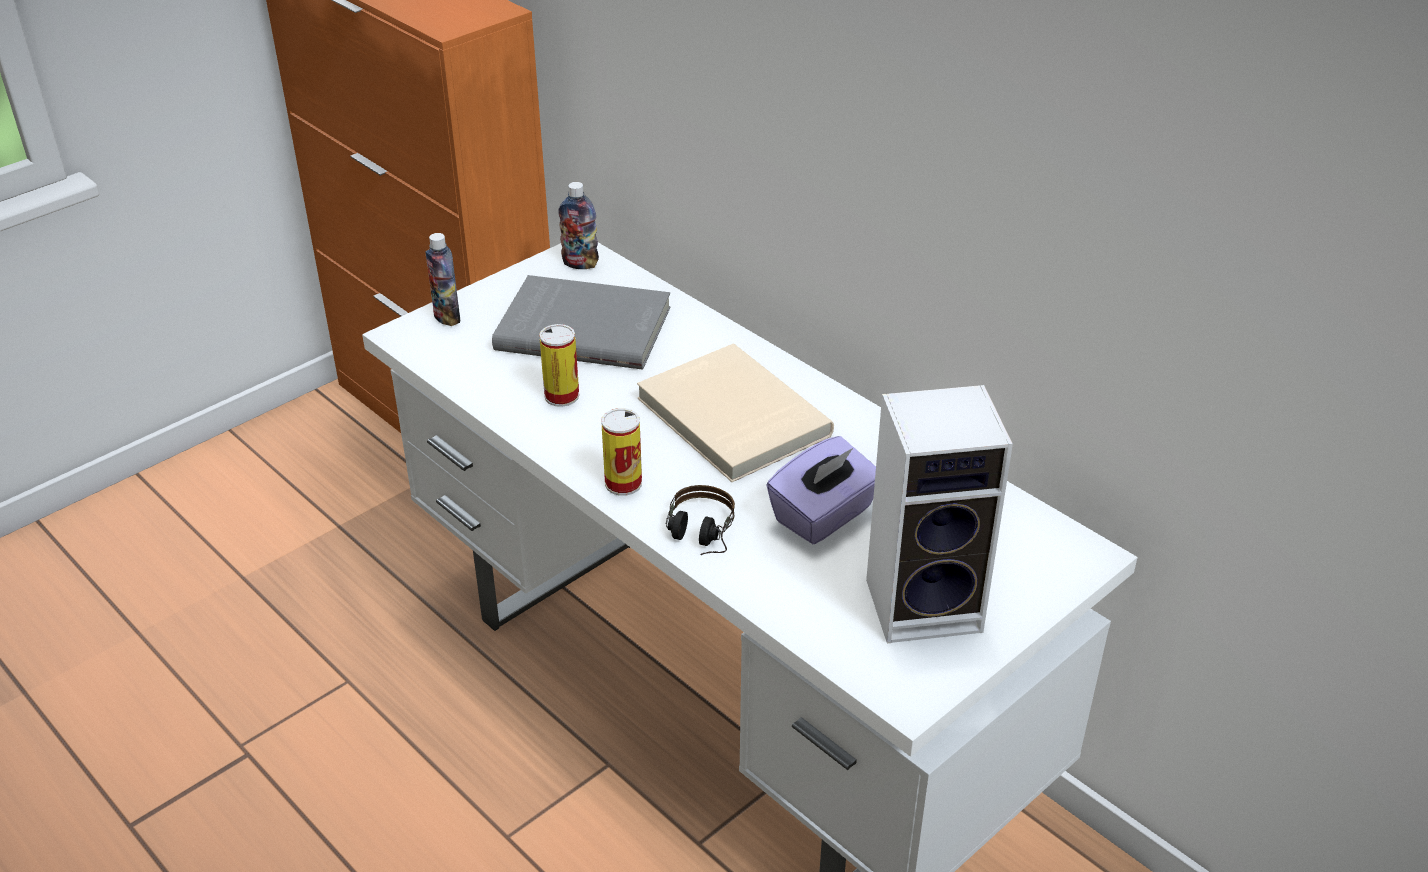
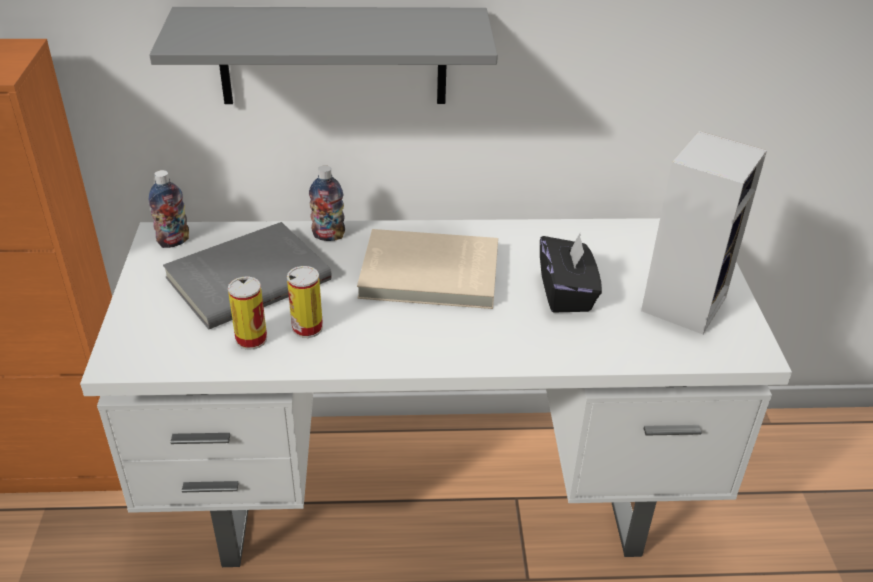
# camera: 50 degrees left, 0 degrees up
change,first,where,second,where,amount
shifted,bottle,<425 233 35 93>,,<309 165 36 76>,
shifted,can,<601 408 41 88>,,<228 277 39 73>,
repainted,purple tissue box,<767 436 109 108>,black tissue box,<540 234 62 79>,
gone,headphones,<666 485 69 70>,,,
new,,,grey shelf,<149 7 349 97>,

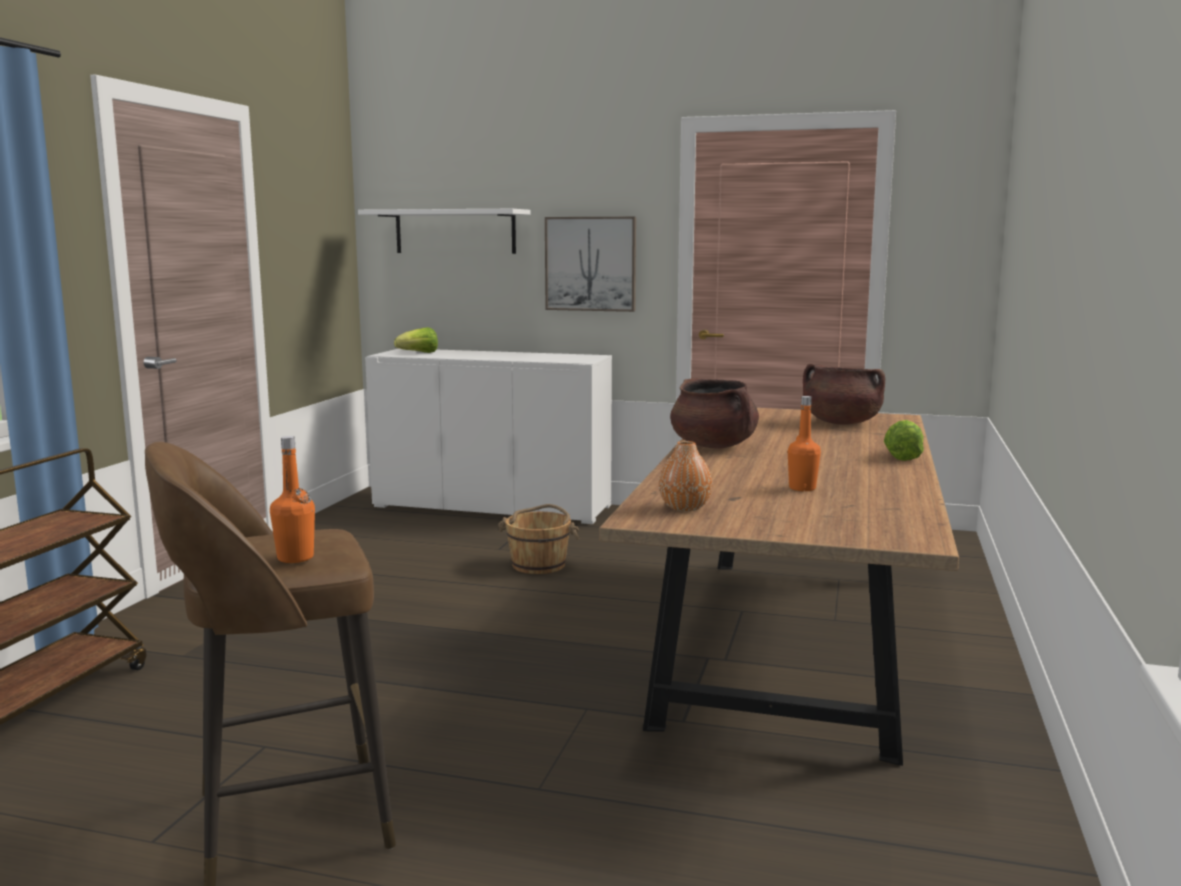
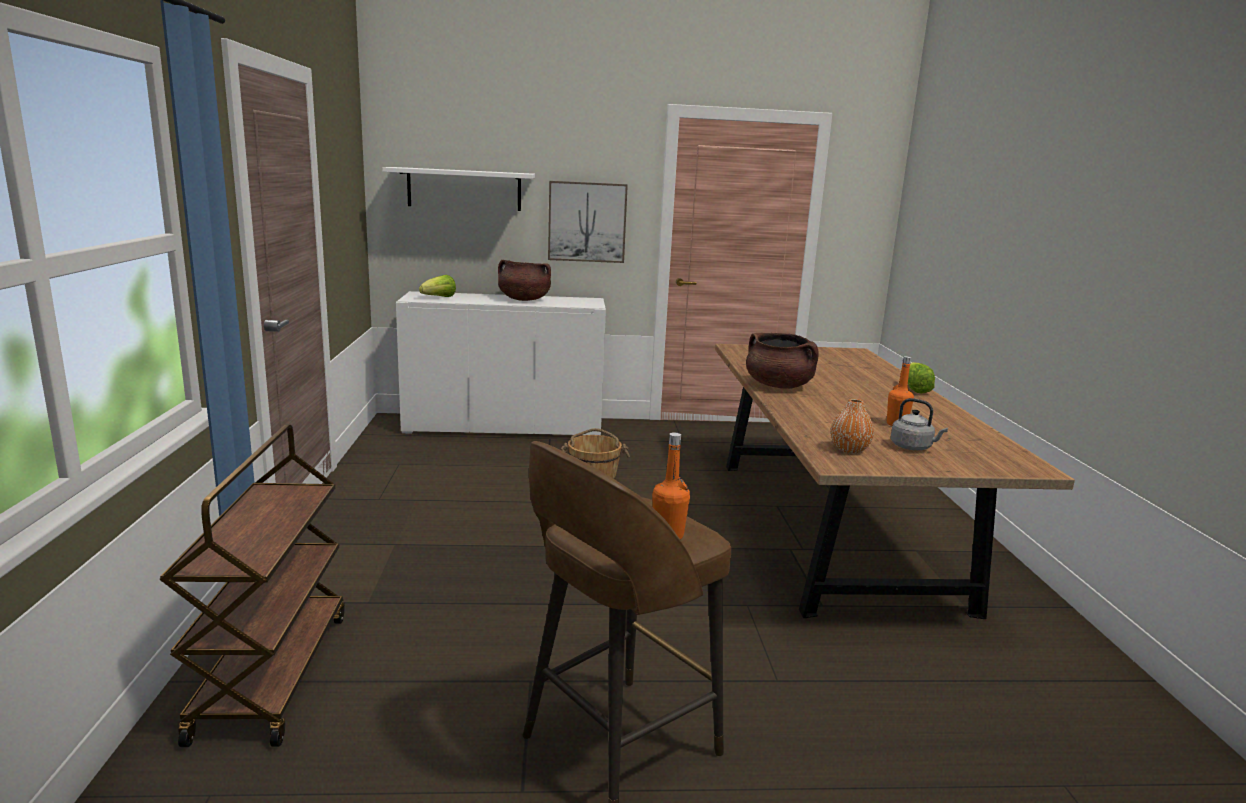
# camera: 20 degrees left, 5 degrees up
change,first,where,second,where,amount
shifted,brown cooking pot,<803 364 82 61>,,<498 260 53 41>,
new,,,grey kettle,<891 398 57 52>,

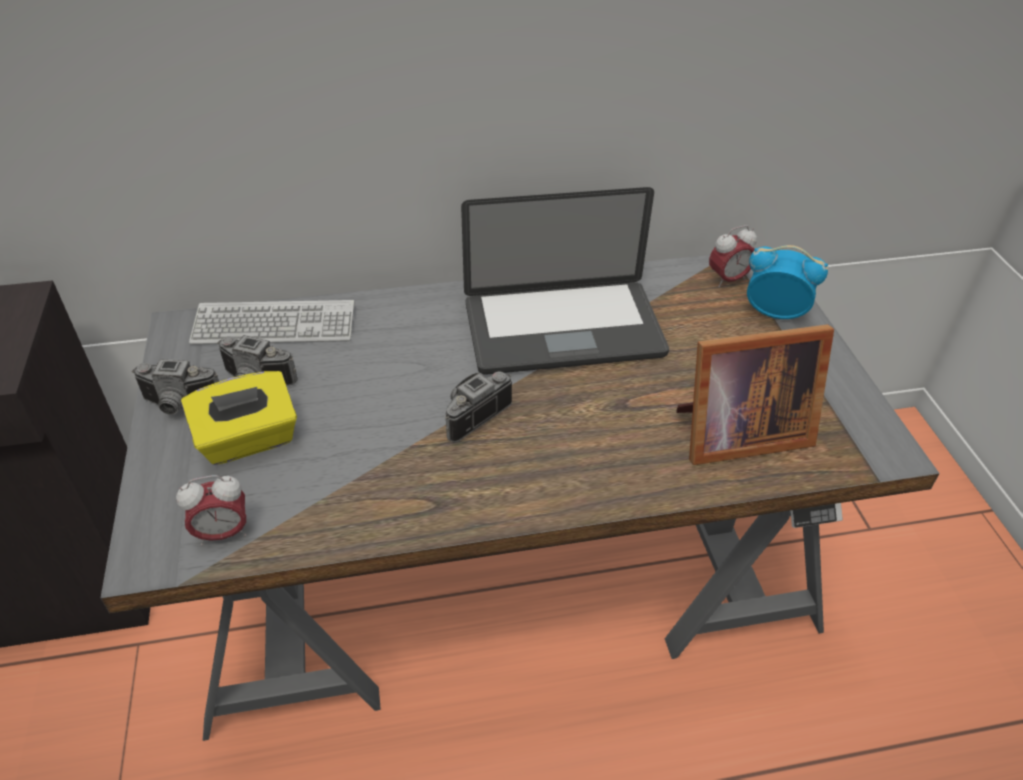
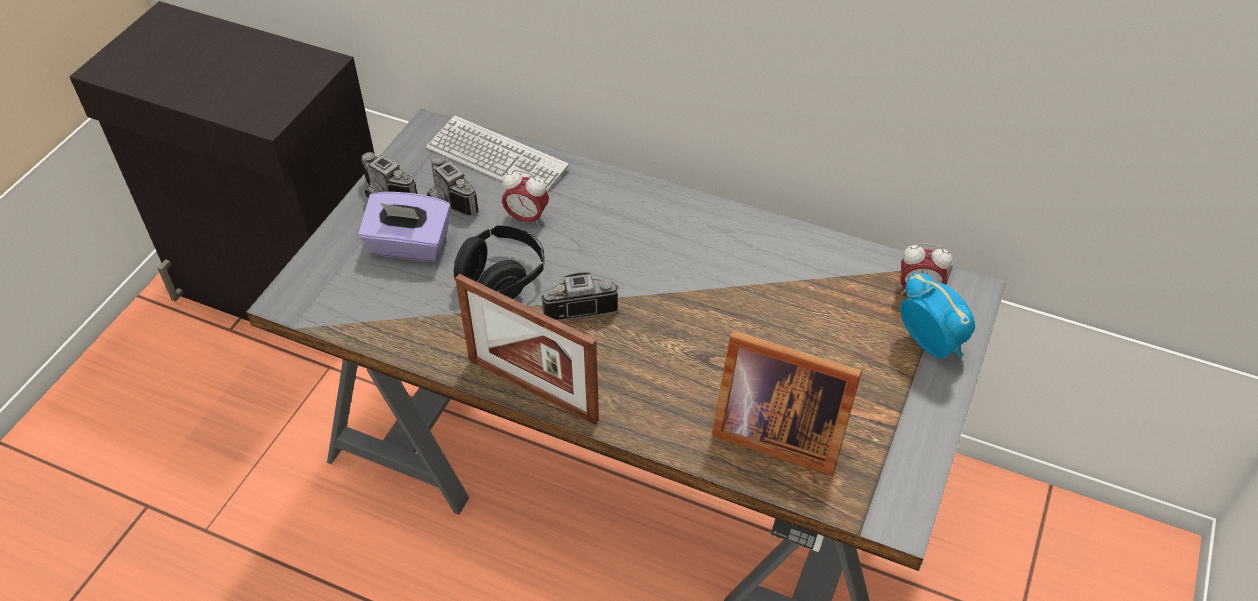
# camera: 35 degrees right, 5 degrees up
change,first,where,second,where,amount
gone,laptop,<461 187 208 188>,,,
repainted,yellow tissue box,<181 371 116 94>,purple tissue box,<358 192 93 70>,
shifted,alarm clock,<176 475 70 71>,,<502 170 47 57>,
new,,,black headphones,<454 226 91 73>,
new,,,picture frame,<455 274 144 151>,

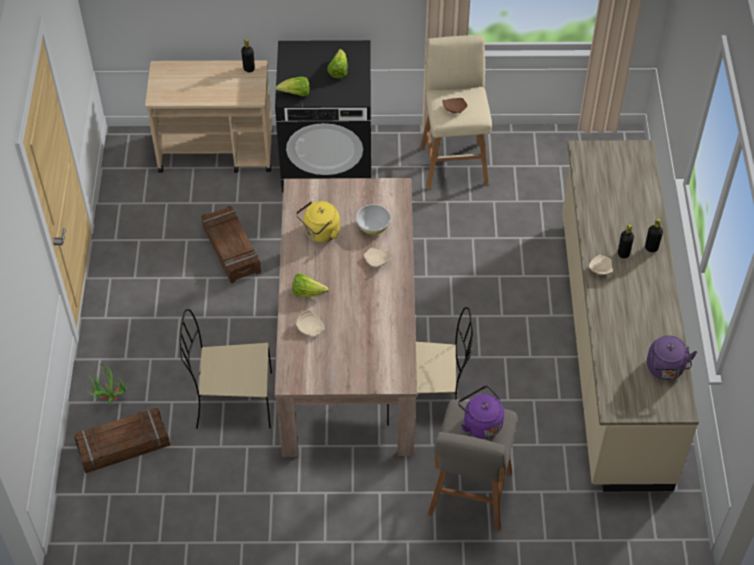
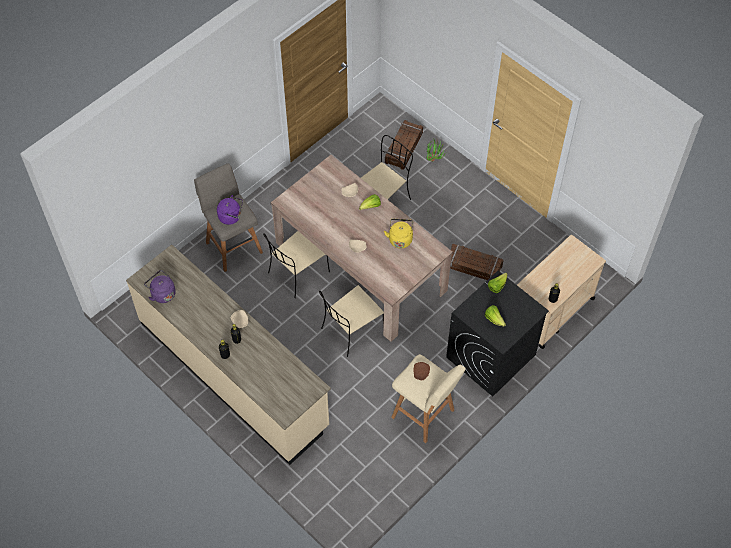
# camera: 135 degrees right, 5 degrees up
change,first,where,second,where,amount
gone,white bowl,<356 204 35 31>,,,
new,,,beige chair,<319 285 65 72>,

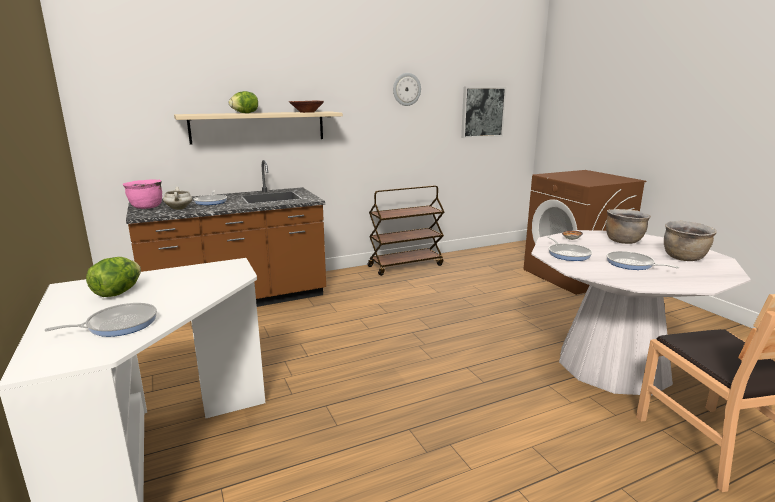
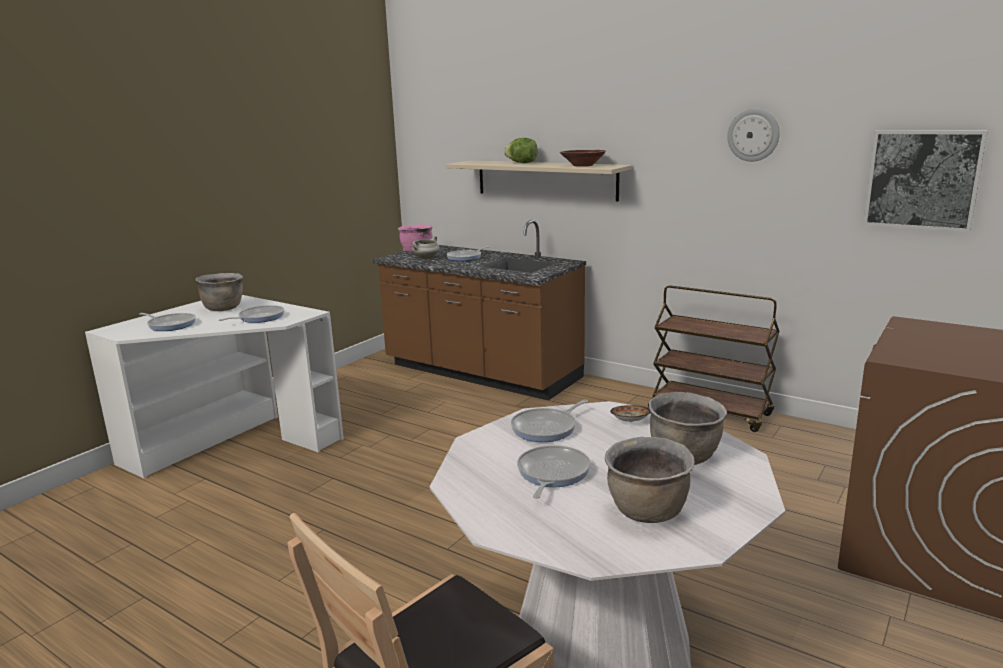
# camera: 60 degrees right, 0 degrees up
change,first,where,second,where,amount
swapped,lettuce,<86 257 55 40>,brown cooking pot,<195 273 48 38>,
new,,,frying pan,<219 305 65 18>,

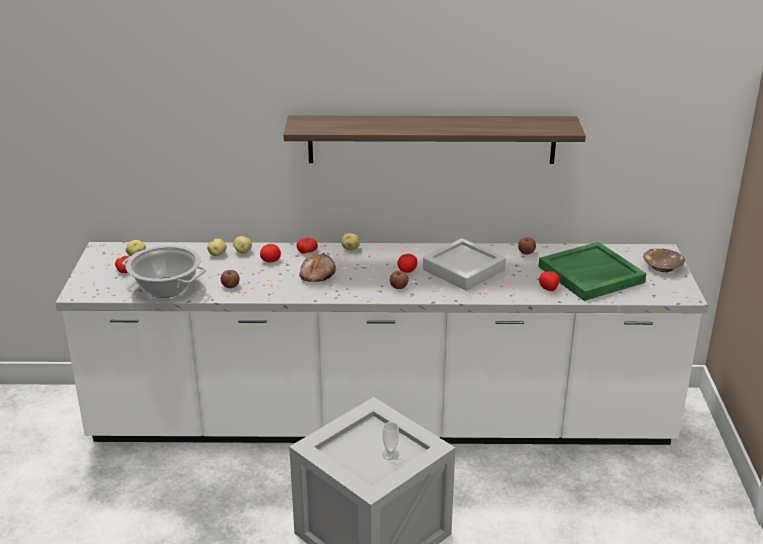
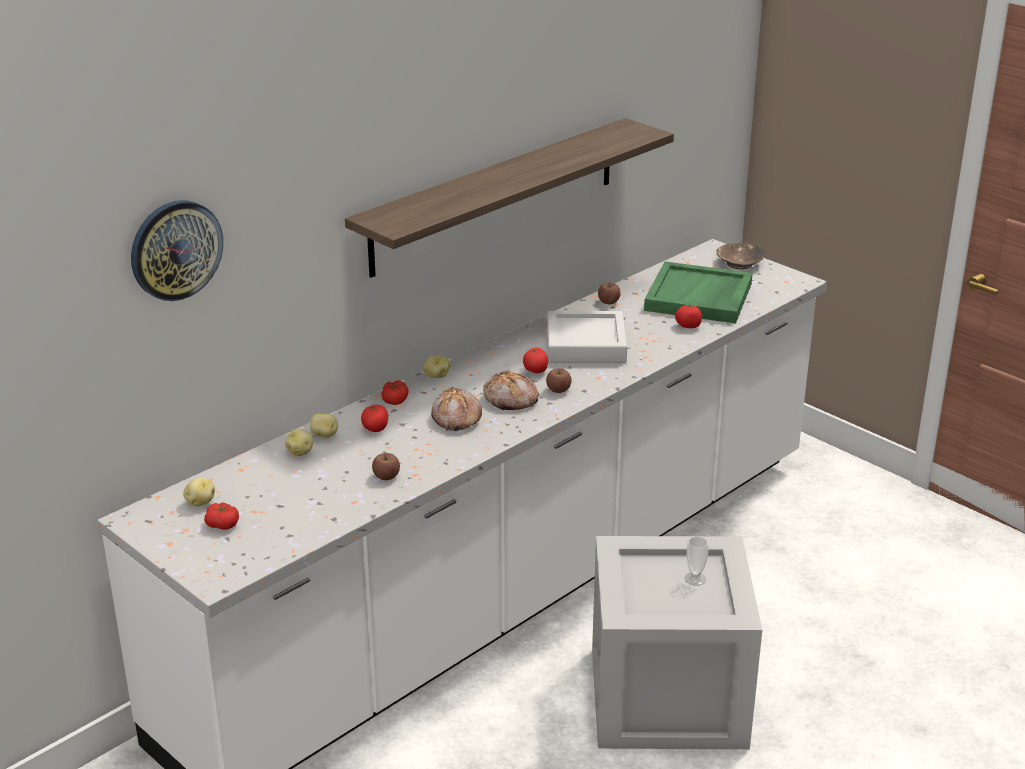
# camera: 45 degrees left, 0 degrees up
change,first,where,second,where,amount
gone,cooking pot,<122 245 84 53>,,,
new,,,wall clock,<131 200 92 101>,
new,,,bread,<483 370 57 40>,

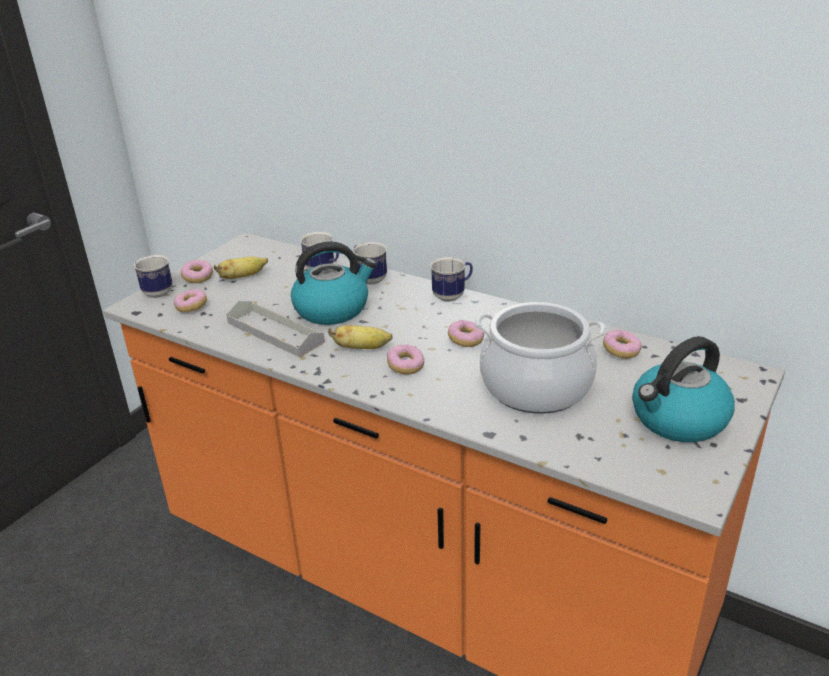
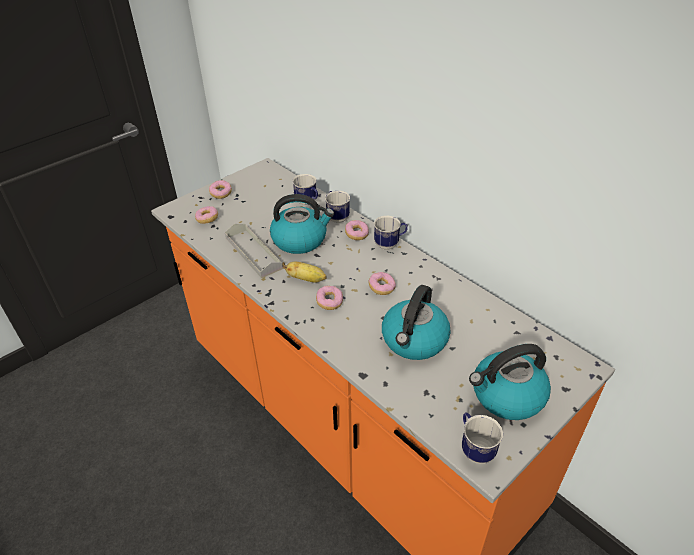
# camera: 15 degrees right, 10 degrees up
change,first,where,second,where,amount
shifted,mug,<134 255 38 43>,,<462 412 41 52>,
gone,banana,<214 257 54 22>,,,
swapped,cooking pot,<475 302 132 112>,kettle,<382 285 69 75>,
shifted,donut,<603 330 39 29>,,<345 220 24 20>,

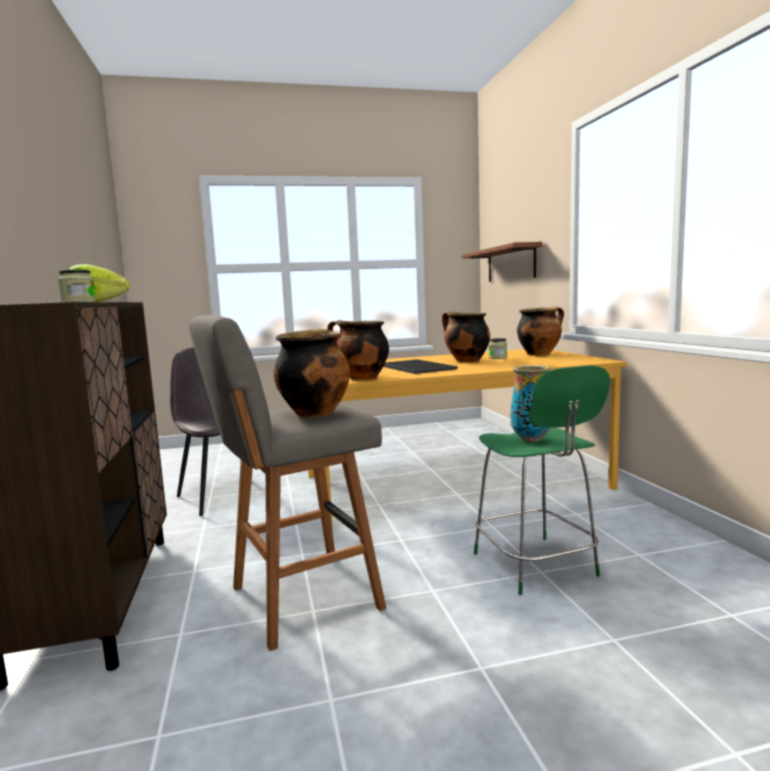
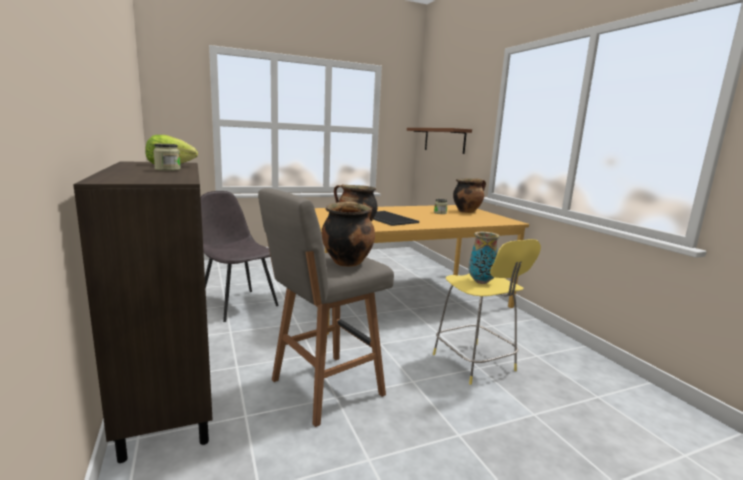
# camera: 10 degrees left, 5 degrees up
change,first,where,second,where,amount
gone,cooking pot,<442 312 48 50>,,,
repainted,green stool,<474 365 136 230>,yellow stool,<433 239 108 146>,

